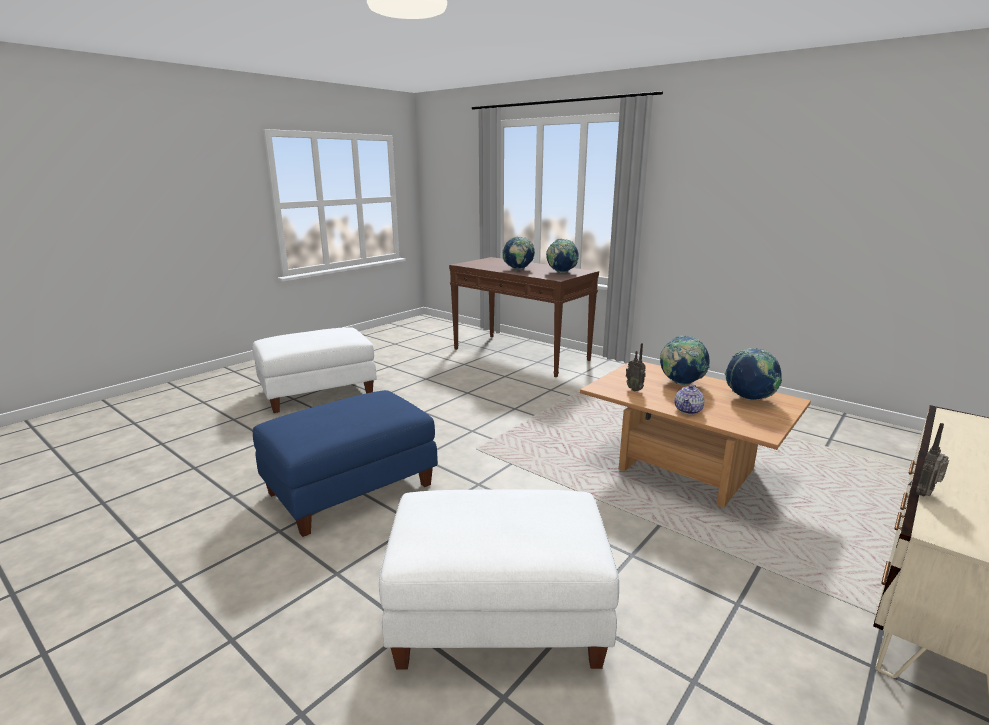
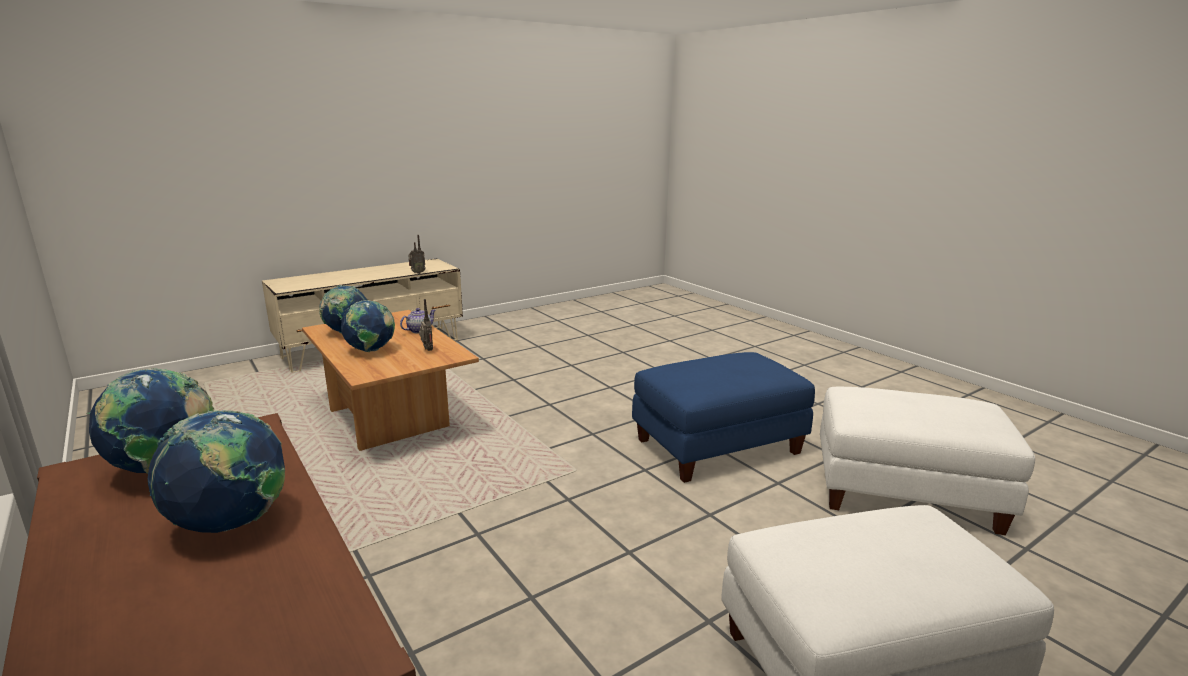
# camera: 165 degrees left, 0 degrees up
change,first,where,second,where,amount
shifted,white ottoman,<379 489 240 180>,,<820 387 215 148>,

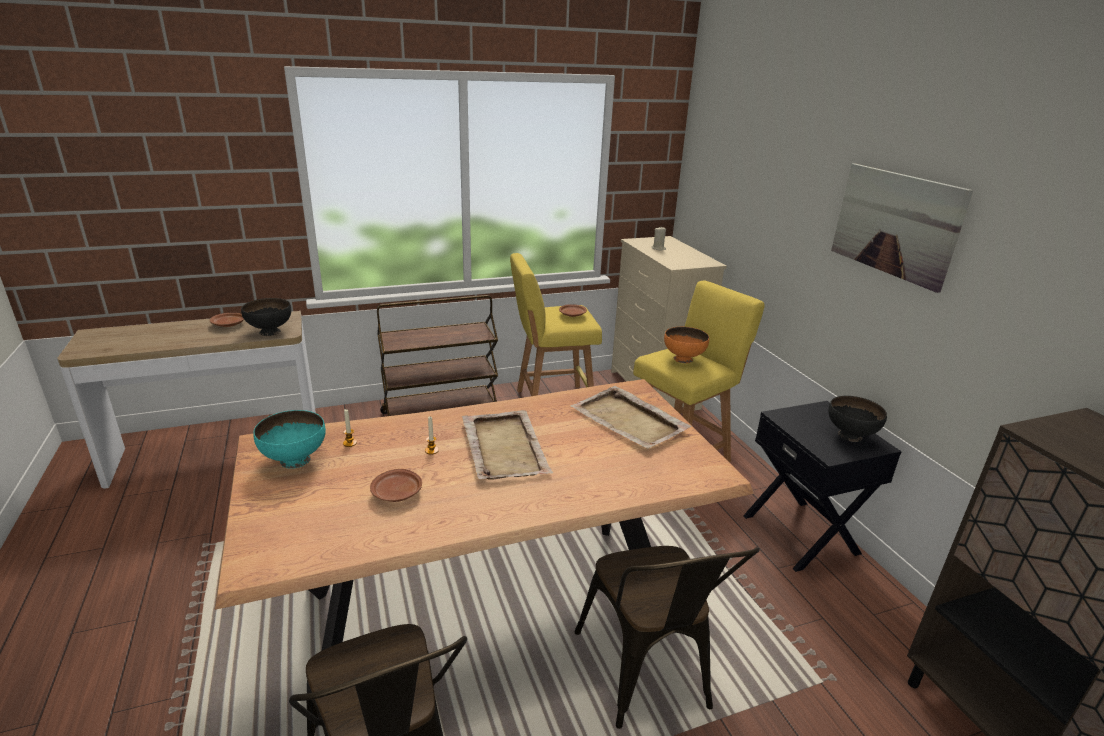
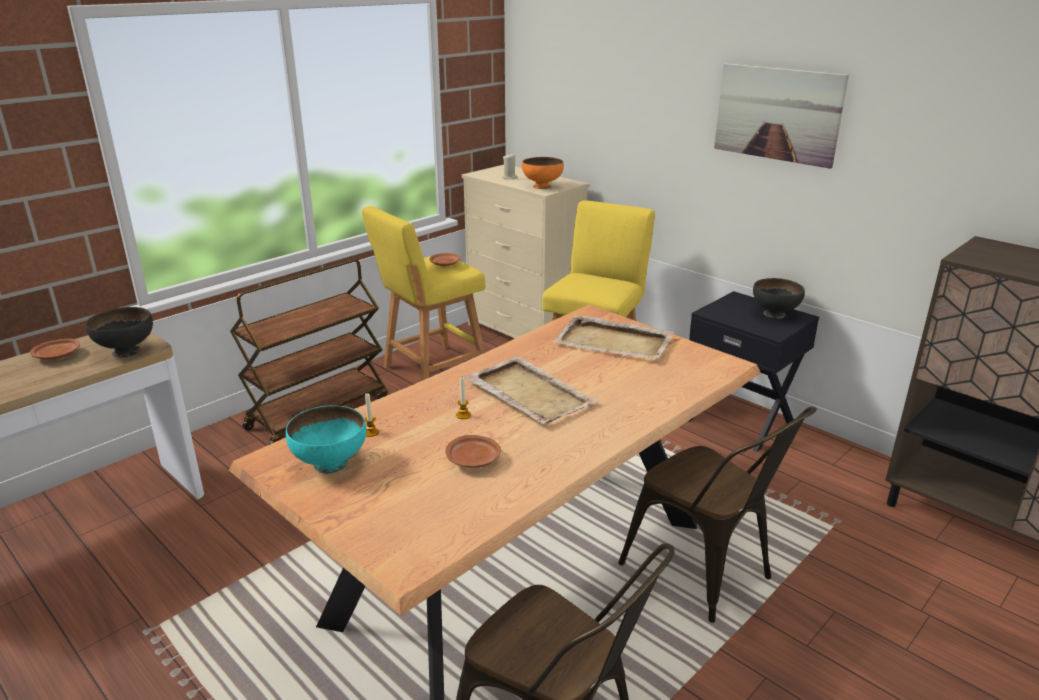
# camera: 25 degrees left, 0 degrees up
change,first,where,second,where,amount
shifted,orange bowl,<664 327 45 36>,,<522 157 42 32>,

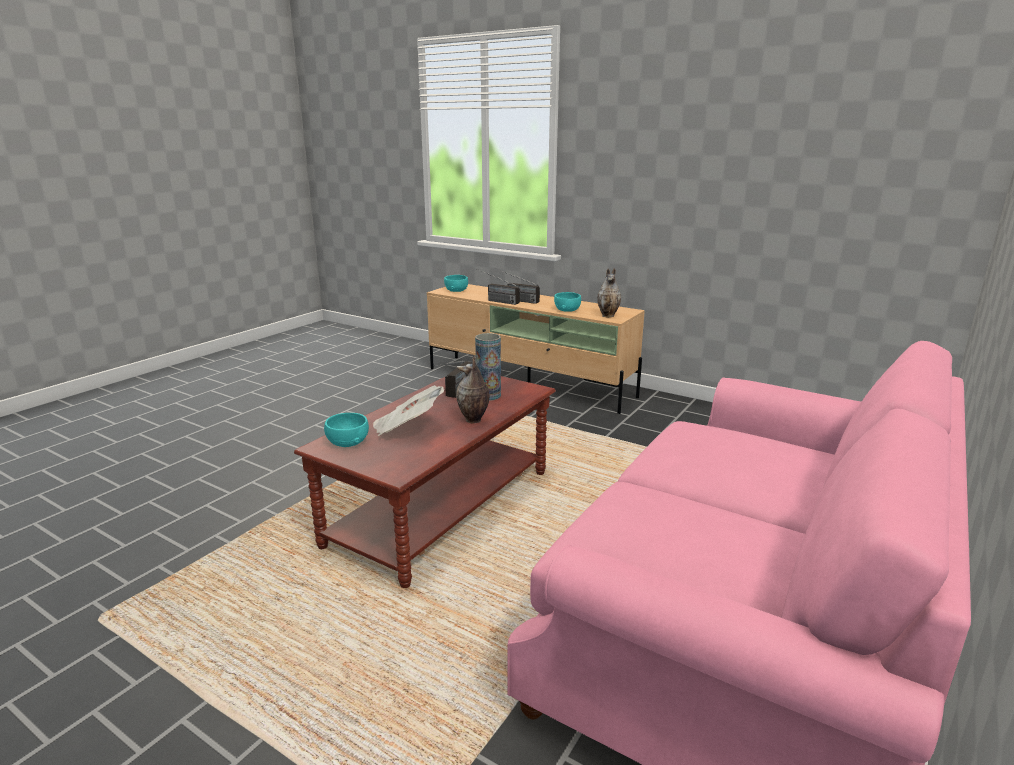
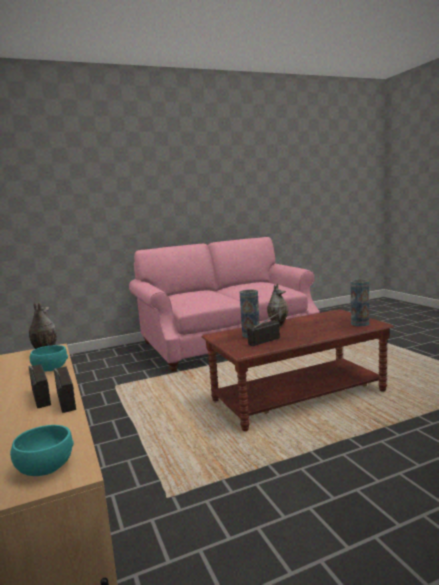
# camera: 145 degrees left, 10 degrees down
change,first,where,second,where,amount
gone,newspaper,<373 385 71 51>,,,
swapped,turquoise bowl,<324 413 45 34>,vase,<351 279 18 47>,

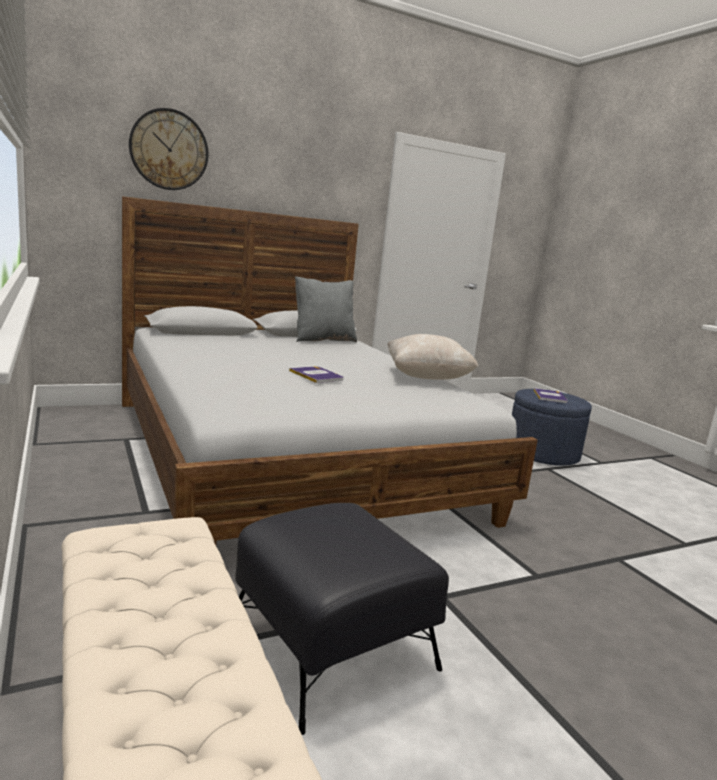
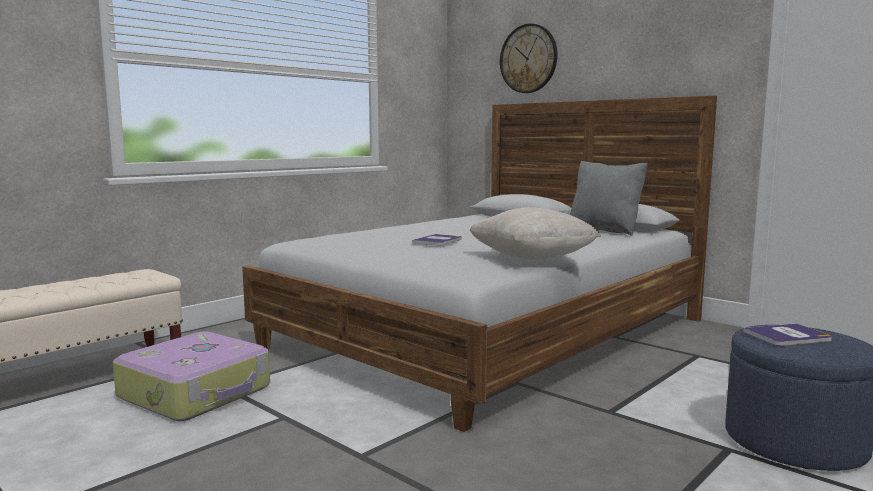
# camera: 70 degrees right, 5 degrees down
change,first,where,second,where,amount
swapped,black ottoman,<235 503 214 232>,suitcase,<113 332 157 89>,

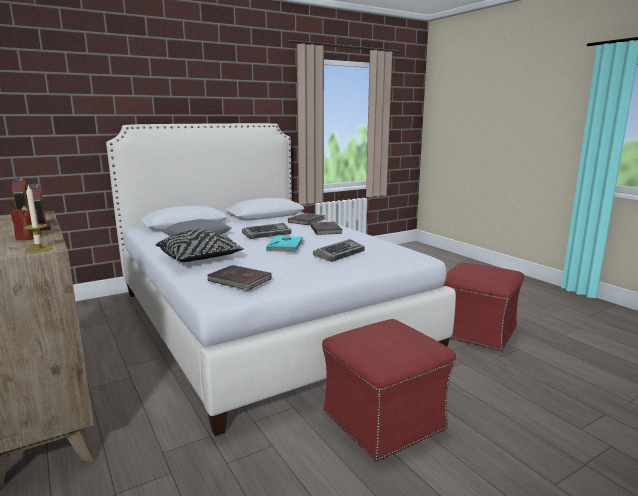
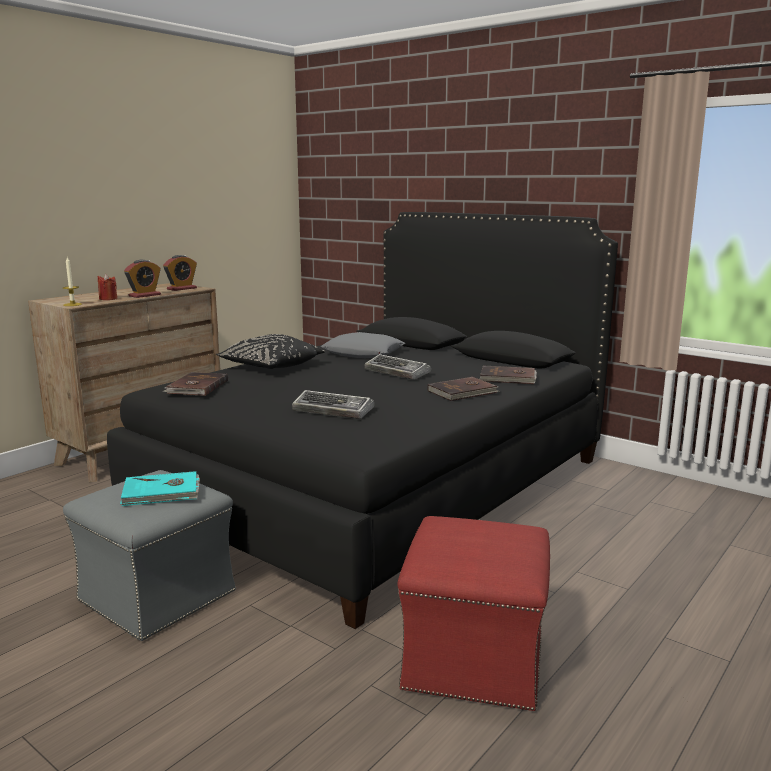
# camera: 70 degrees right, 0 degrees up
change,first,where,second,where,amount
repainted,white bed,<106 123 350 313>,black bed,<107 212 511 417>,
shifted,turquoise book,<266 236 39 16>,,<120 471 80 35>,
repainted,red ottoman,<322 319 134 142>,grey ottoman,<63 470 173 171>,

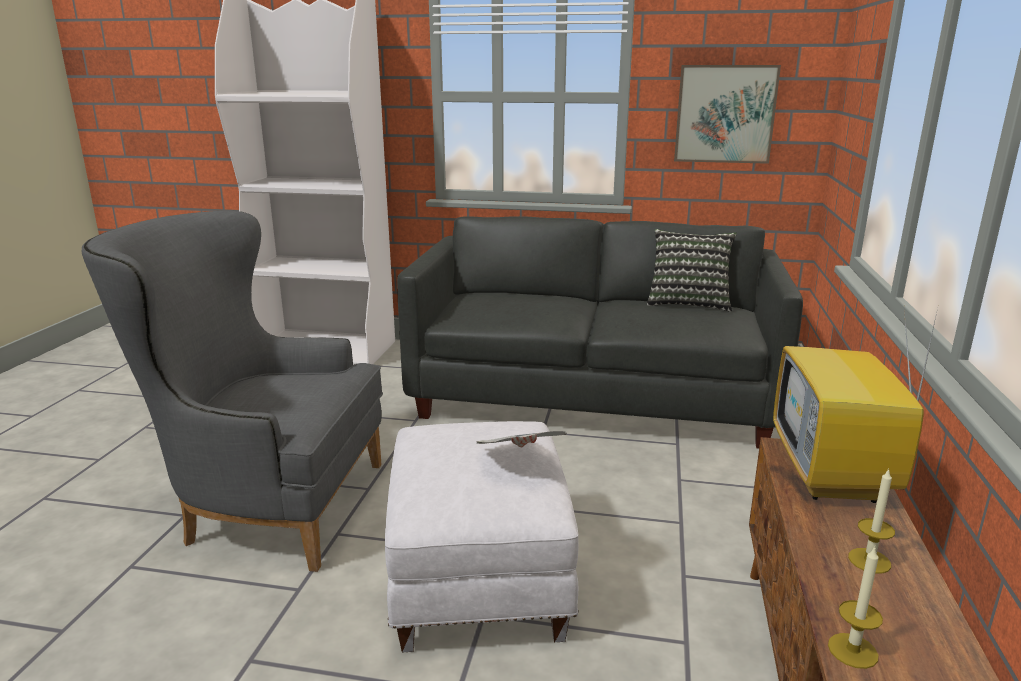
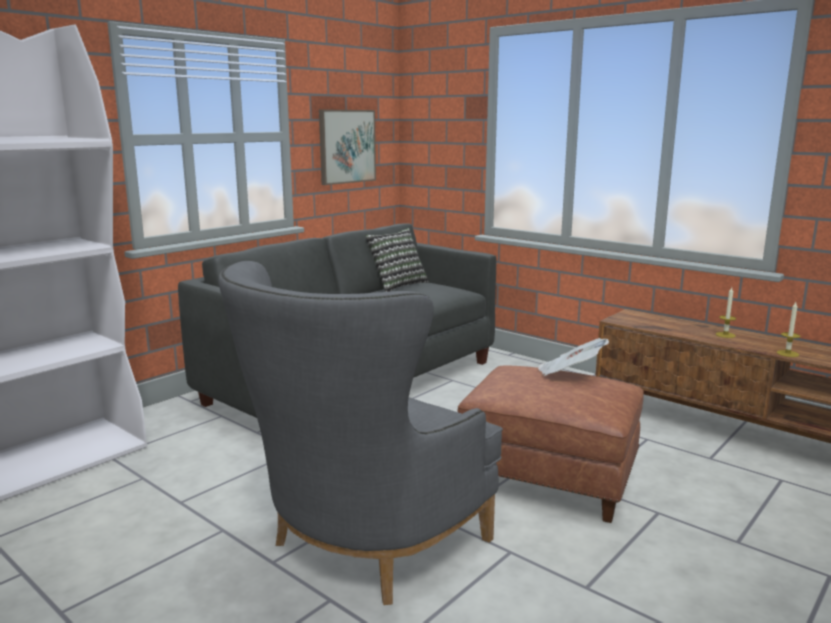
# camera: 60 degrees left, 5 degrees down
change,first,where,second,where,amount
gone,television,<773 308 165 195>,,,
repainted,white ottoman,<385 421 194 232>,brown ottoman,<457 366 187 157>,

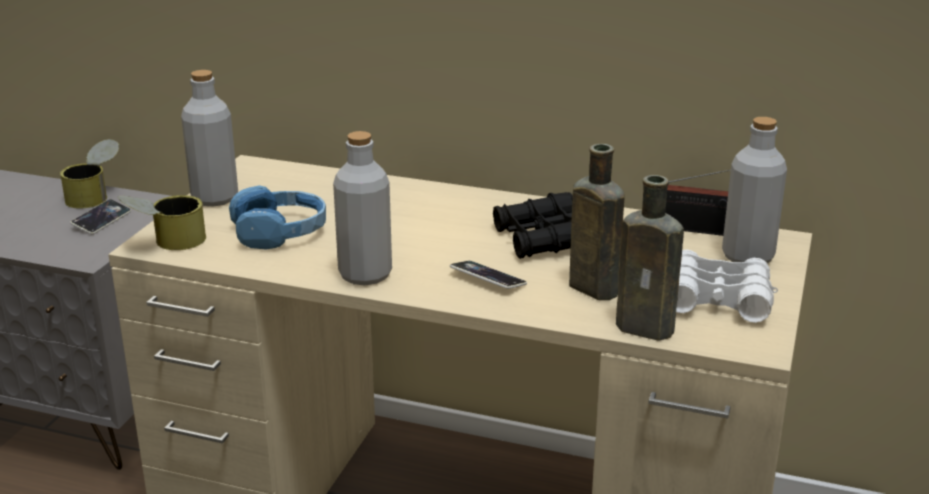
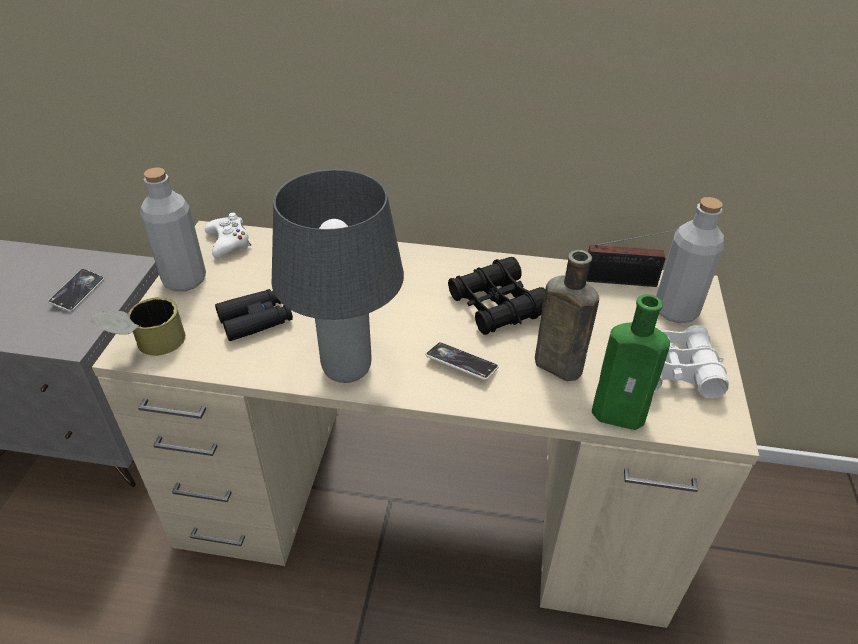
# camera: 10 degrees left, 15 degrees up
change,first,where,second,where,amount
swapped,grey bottle,<333 131 59 154>,grey table lamp,<272 169 132 214>,
gone,can,<60 139 59 70>,,,
repainted,brown bottle,<616 175 68 166>,green bottle,<592 294 78 136>,
swapped,blue headphones,<229 185 97 65>,black binoculars,<215 289 78 52>,
new,,,white game controller,<205 213 46 45>,

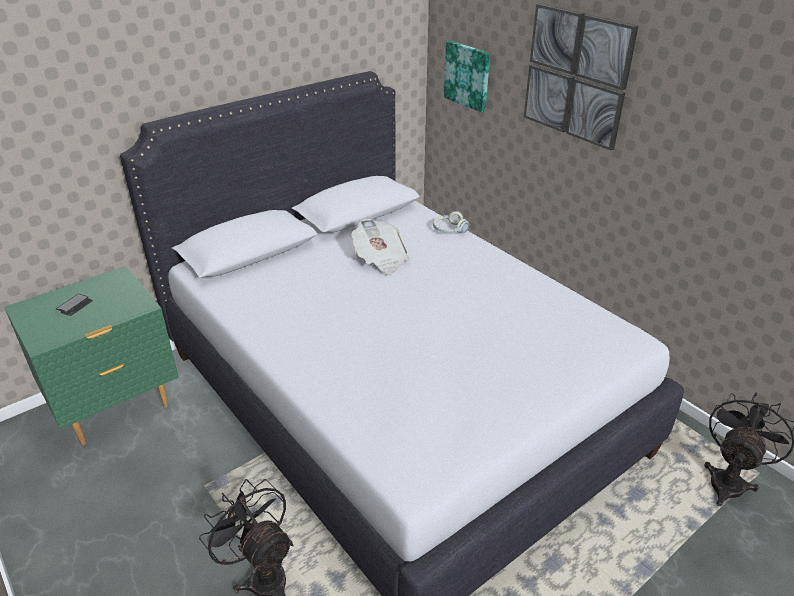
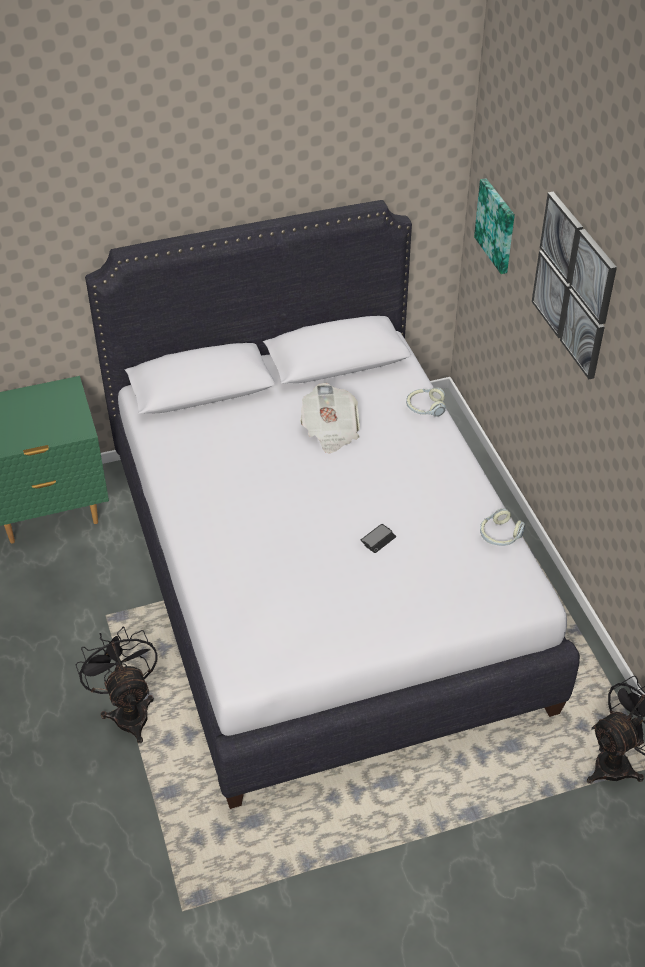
# camera: 20 degrees right, 10 degrees up
change,first,where,second,where,amount
shifted,phone,<56 294 37 22>,,<361 524 35 29>,
new,,,headphones,<480 508 45 38>,

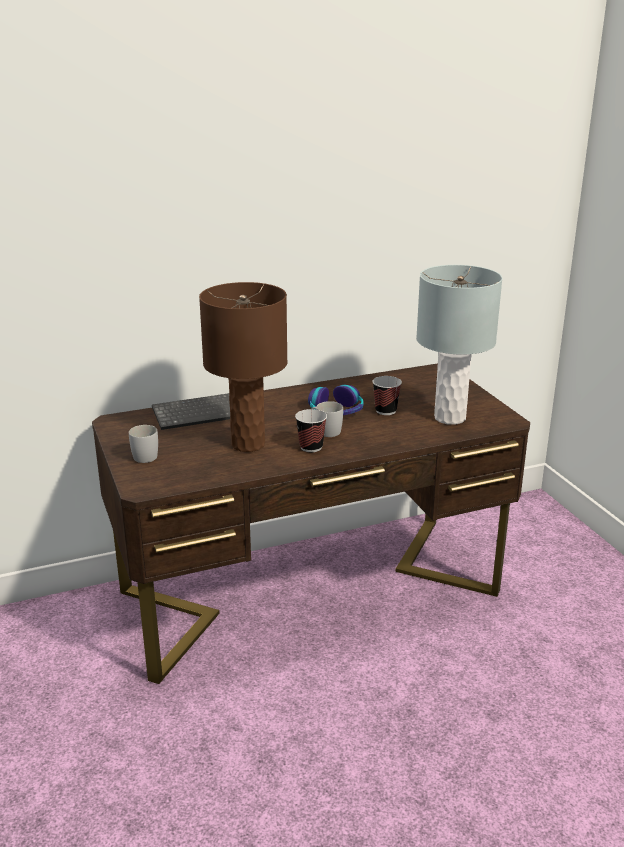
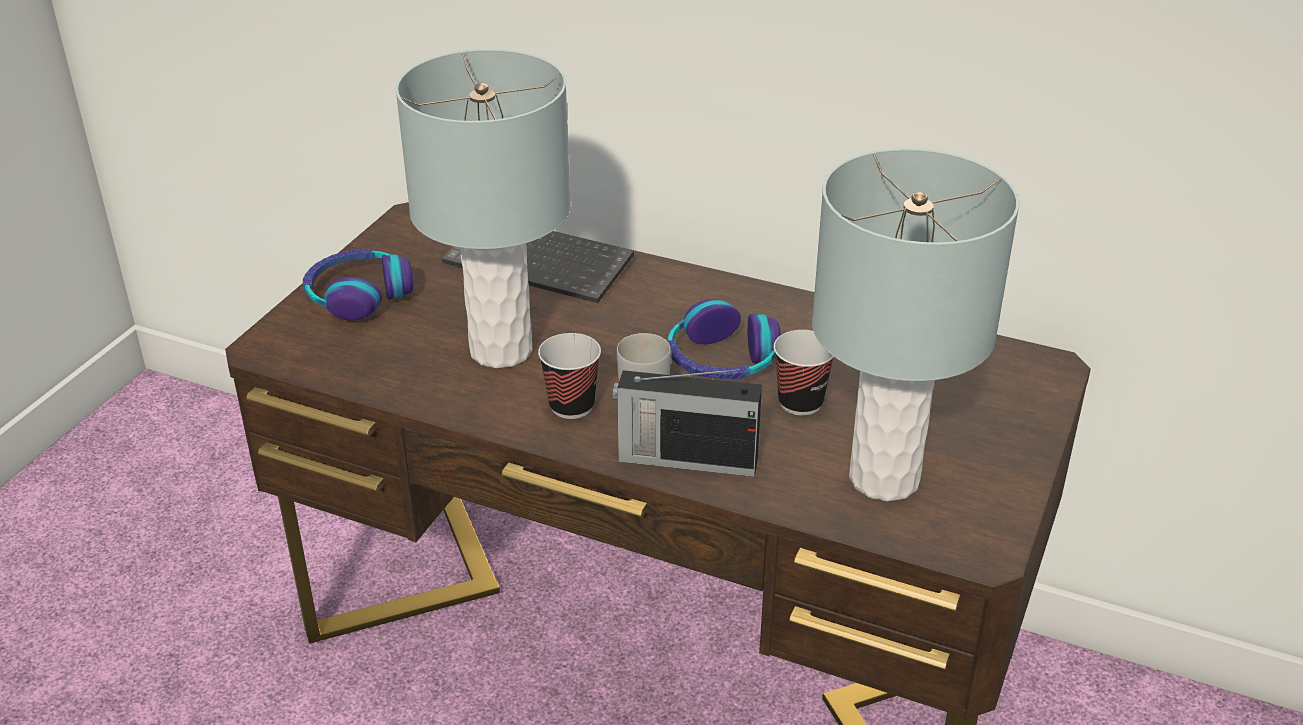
# camera: 45 degrees right, 10 degrees up
change,first,where,second,where,amount
repainted,brown table lamp,<199 282 89 170>,grey table lamp,<395 49 176 319>,
swapped,white mug,<129 425 29 38>,headphones,<303 249 111 72>,
new,,,radio,<612 369 150 108>,

